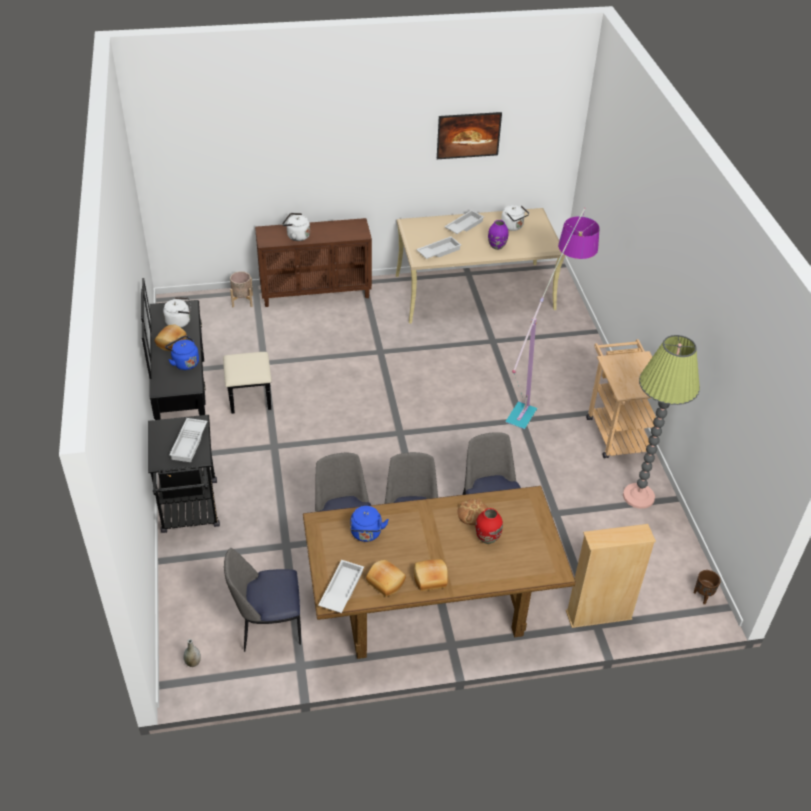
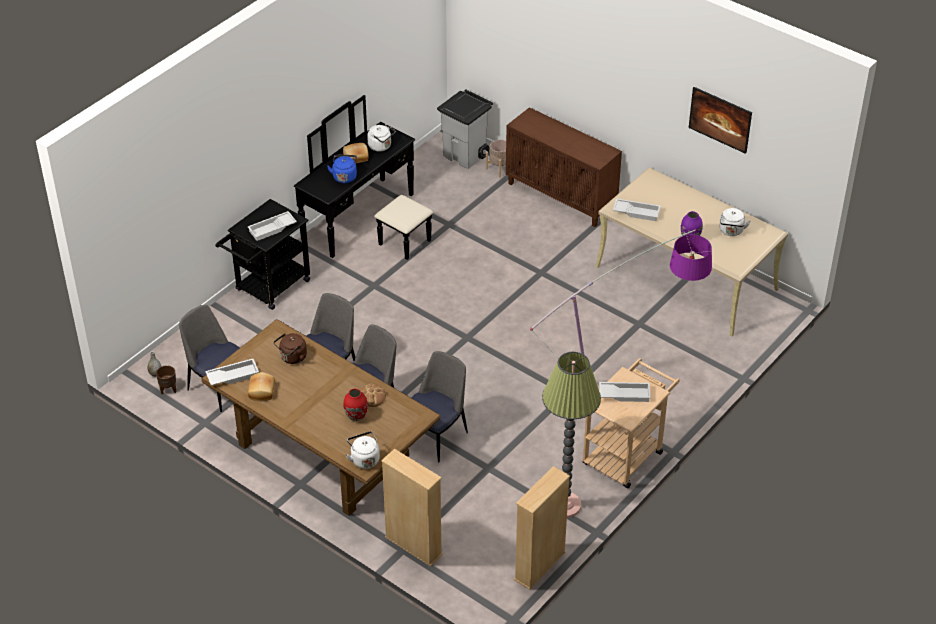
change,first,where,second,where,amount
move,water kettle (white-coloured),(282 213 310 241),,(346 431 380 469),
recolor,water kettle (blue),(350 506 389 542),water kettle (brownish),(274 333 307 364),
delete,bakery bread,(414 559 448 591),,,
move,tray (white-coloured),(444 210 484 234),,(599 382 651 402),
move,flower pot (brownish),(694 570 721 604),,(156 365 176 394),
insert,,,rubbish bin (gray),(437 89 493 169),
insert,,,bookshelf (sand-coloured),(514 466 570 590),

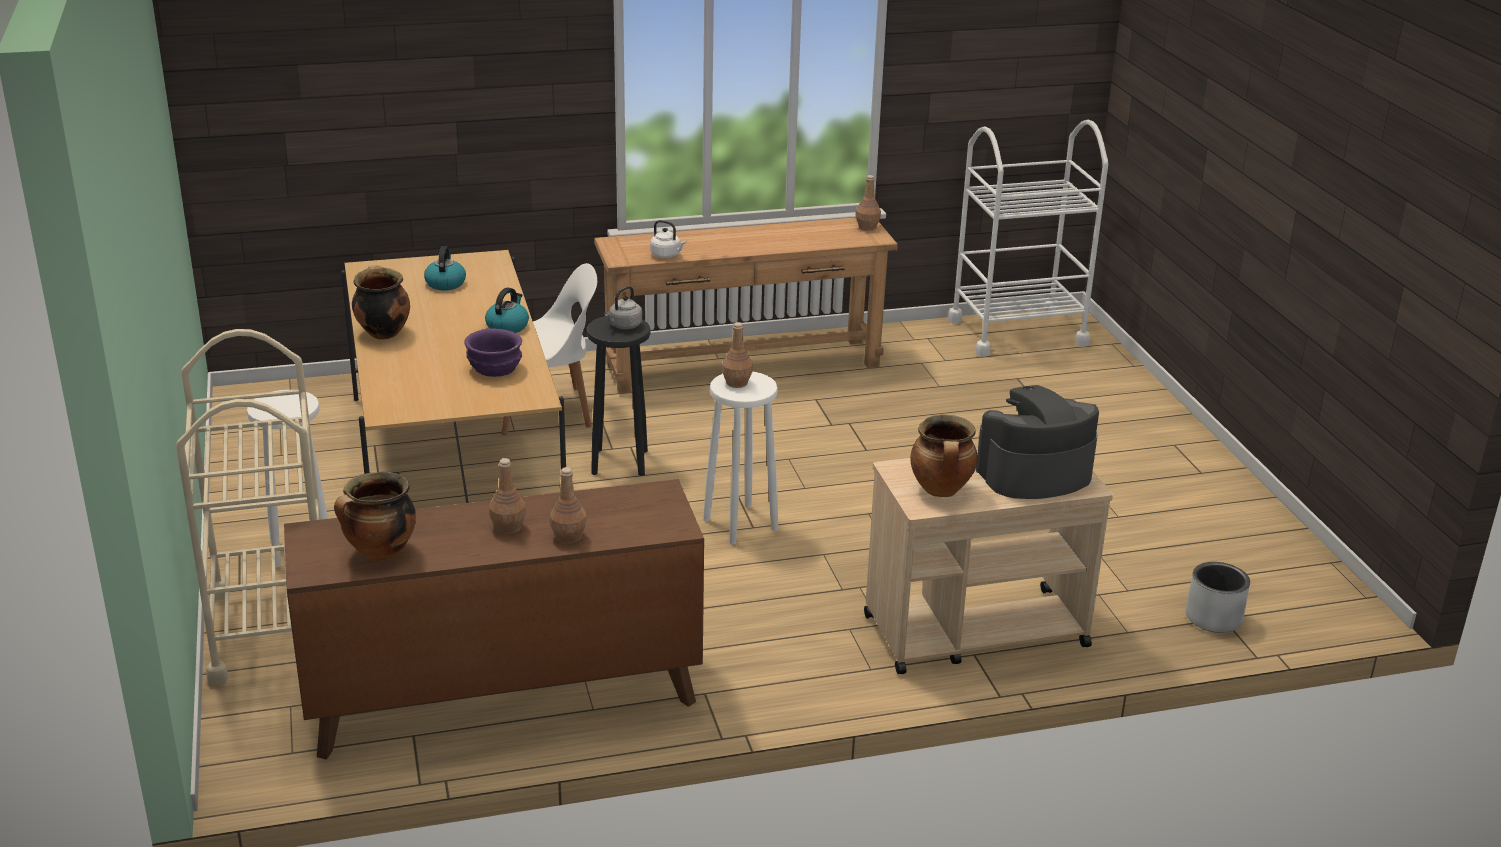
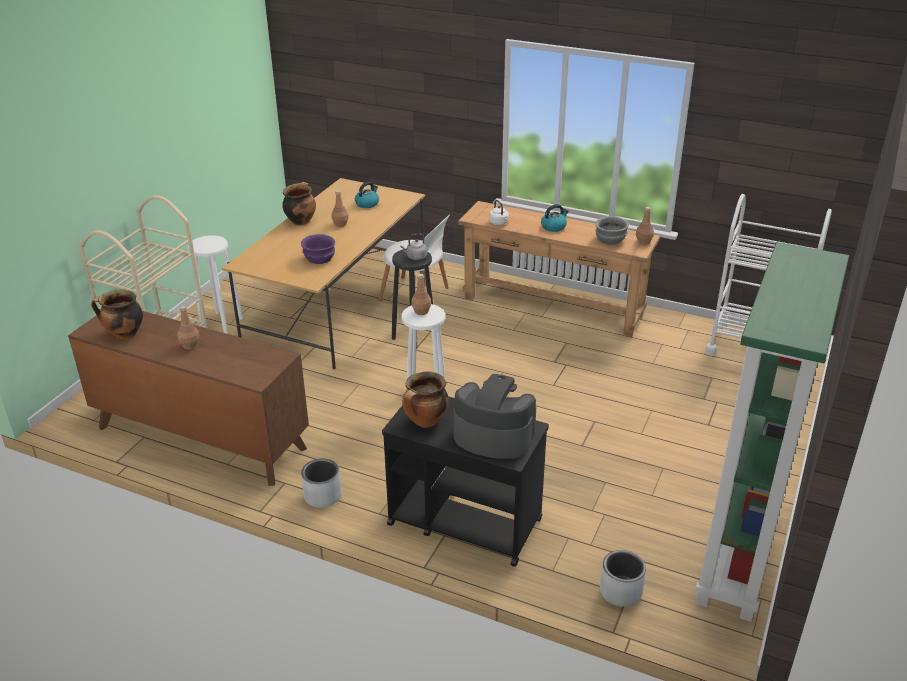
change,first,where,second,where,amount
move,water kettle,(485 287 529 333),,(541 204 569 232),
move,drink bottle (brownish),(550 467 587 544),,(331 190 349 227),
recolor,wheeled cart (sand-coloured),(864 450 1113 674),wheeled cart (blackish),(382 396 549 567),
insert,,,flower pot (gray),(301 459 342 508),
insert,,,bowl (gray),(595 216 629 245),
insert,,,bookshelf (greenish),(695 242 849 622),

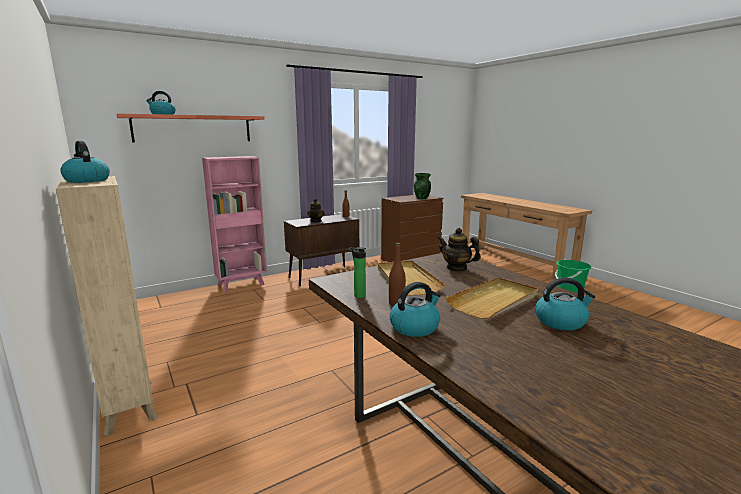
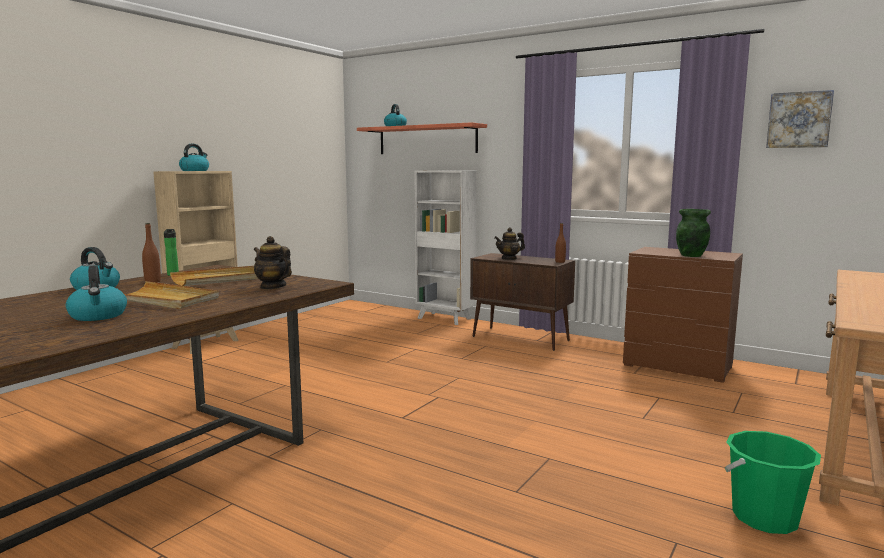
change,first,where,second,where,amount
recolor,bookshelf (pink),(202 156 267 293),bookshelf (white-coloured),(415 170 476 325),
rotate,tea pot,(437 228 481 272),,(254 236 292 289),60 degrees counterclockwise
insert,,,wall art,(766 90 834 148),

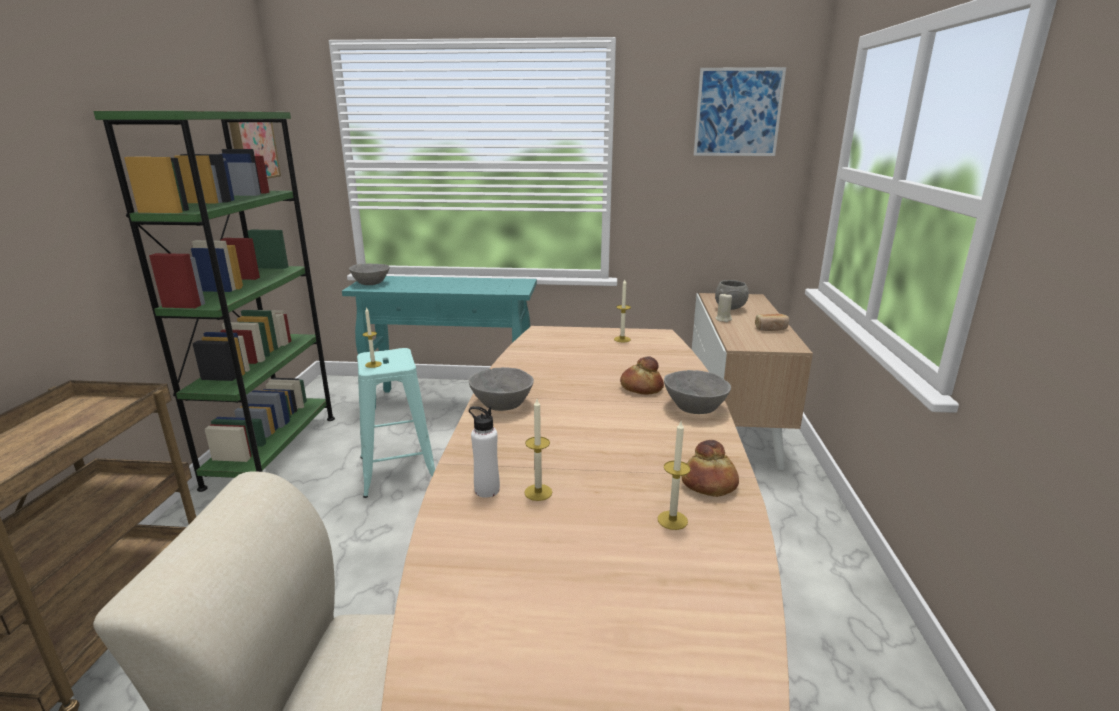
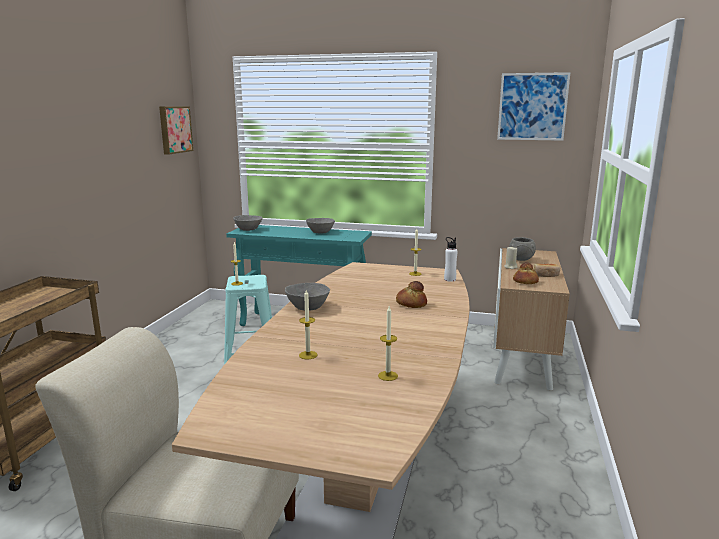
change,first,where,second,where,amount
delete,bookshelf (greenish),(93 111 335 492),,,
move,drink bottle (white-coloured),(469 406 500 498),,(444 237 458 282),
move,bowl (gray),(664 370 731 414),,(306 218 335 233),
move,bakery bread,(681 440 739 497),,(513 262 539 284),

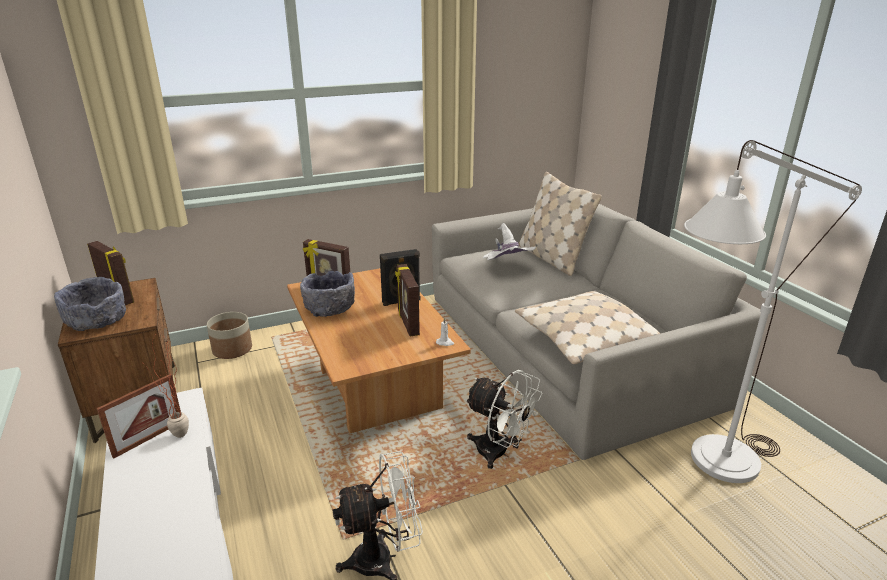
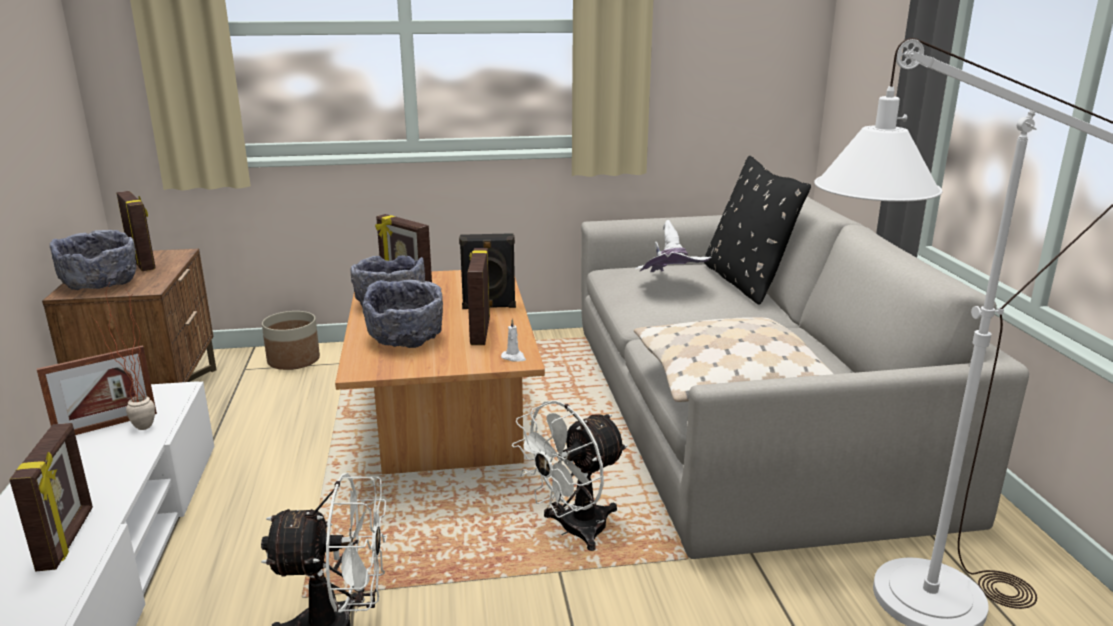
change,first,where,second,where,amount
rotate,fan (white-coloured),(465 370 543 469),,(512 400 628 551),90 degrees clockwise
recolor,pillow (sand-coloured),(519 172 602 276),pillow (blackish),(704 156 811 305),
insert,,,standing frame,(9 423 93 572),
insert,,,bowl (gray),(362 280 443 348),

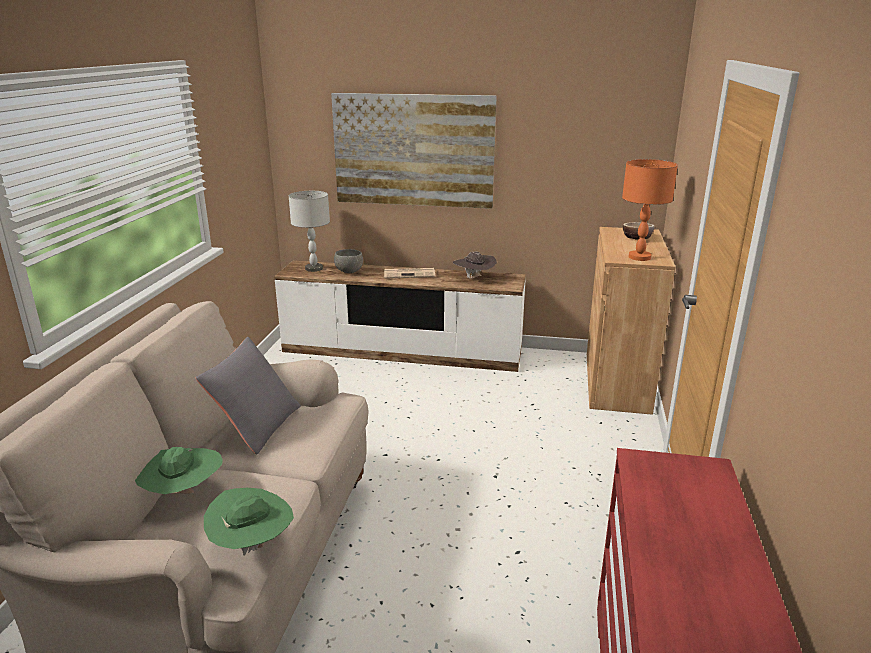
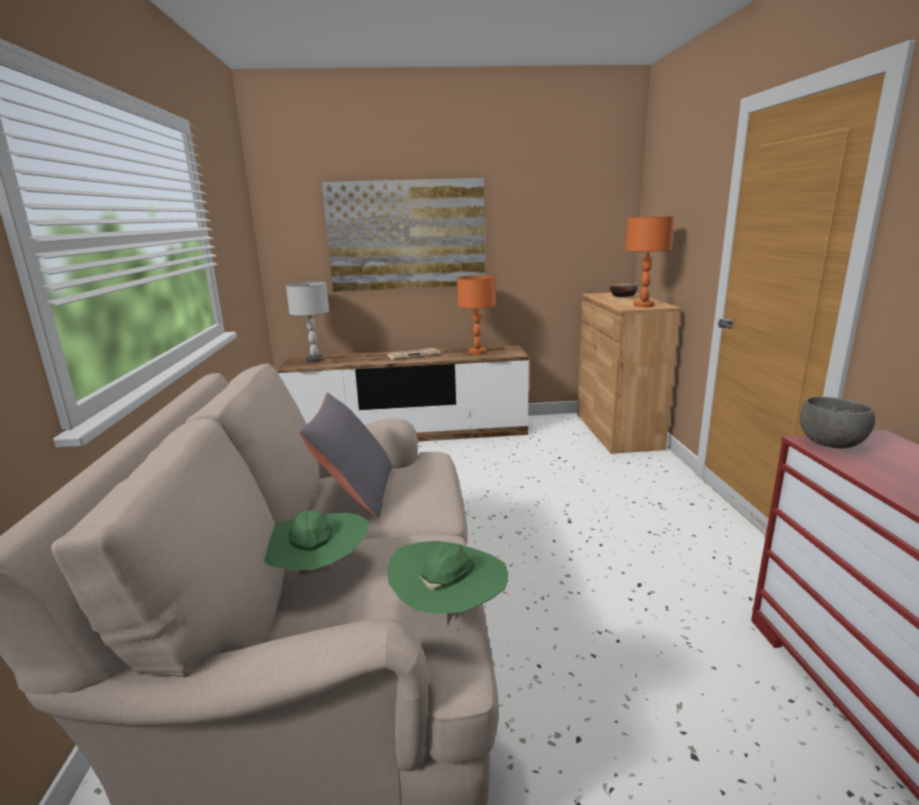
change,first,where,second,where,amount
move,bowl (gray),(334 249 363 273),,(800 397 875 448),
replace,clothing hat (brownish),(453 251 497 279),tabletop lamp (orangey),(457 275 496 355),

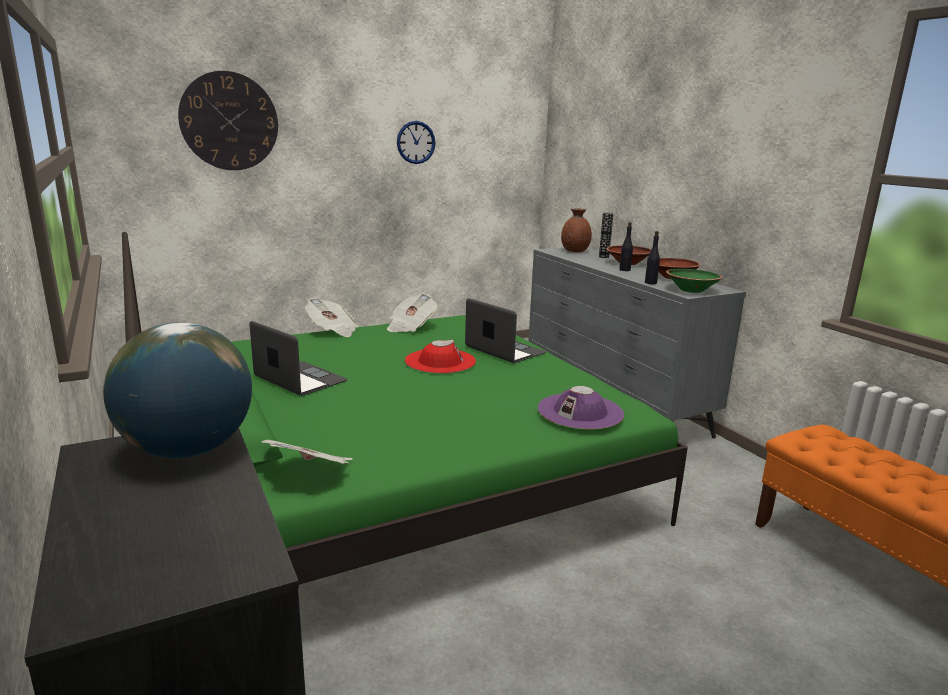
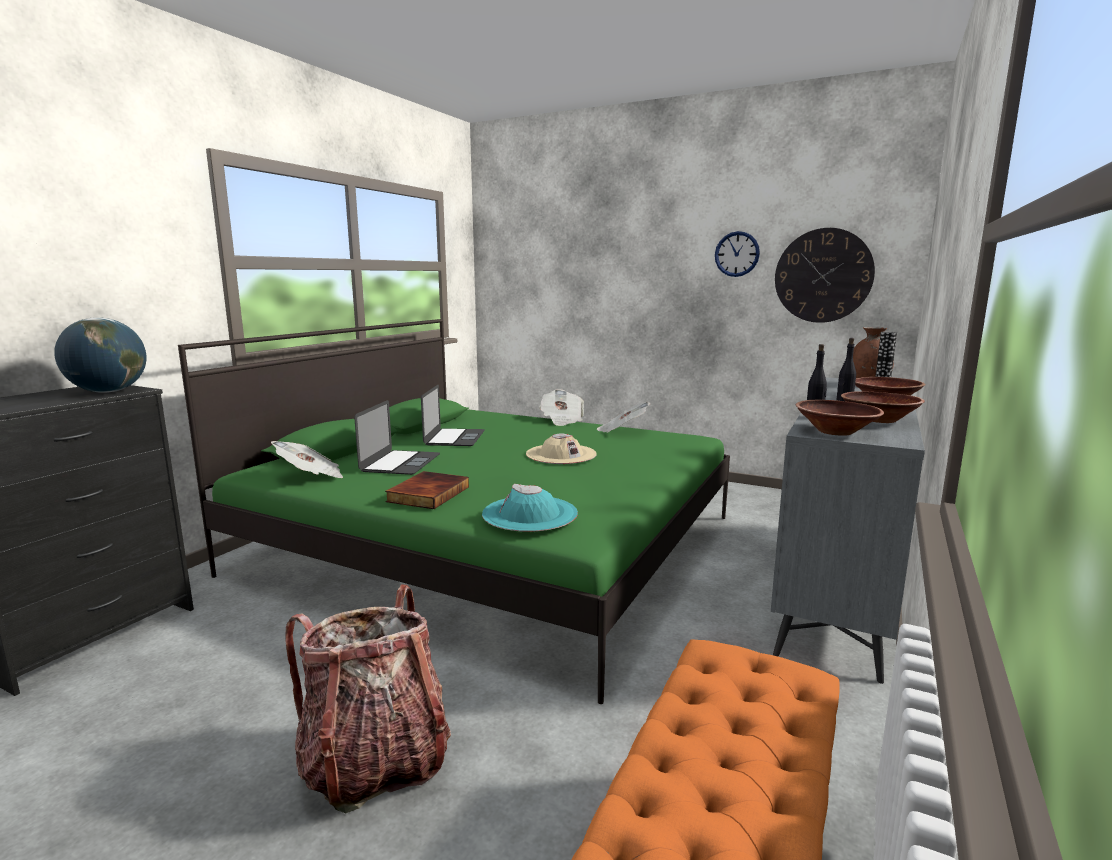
change,first,where,second,where,amount
move,clock on the wall,(178 71 278 170),,(775 228 875 323),
recolor,clothing hat (red),(405 340 476 373),clothing hat (sand-coloured),(526 433 597 464),
move,portable computer,(465 298 546 363),,(354 400 440 475),
recolor,clothing hat (purple),(538 386 624 429),clothing hat (blue-green),(482 484 578 532),
recolor,bowl (greenish),(666 269 723 293),bowl (brownish),(796 400 884 436),
insert,,,knapsack,(286 584 451 813),
insert,,,volume,(385 471 469 509),

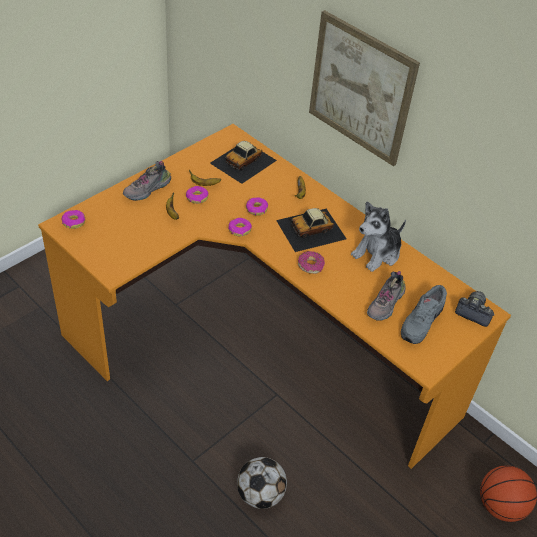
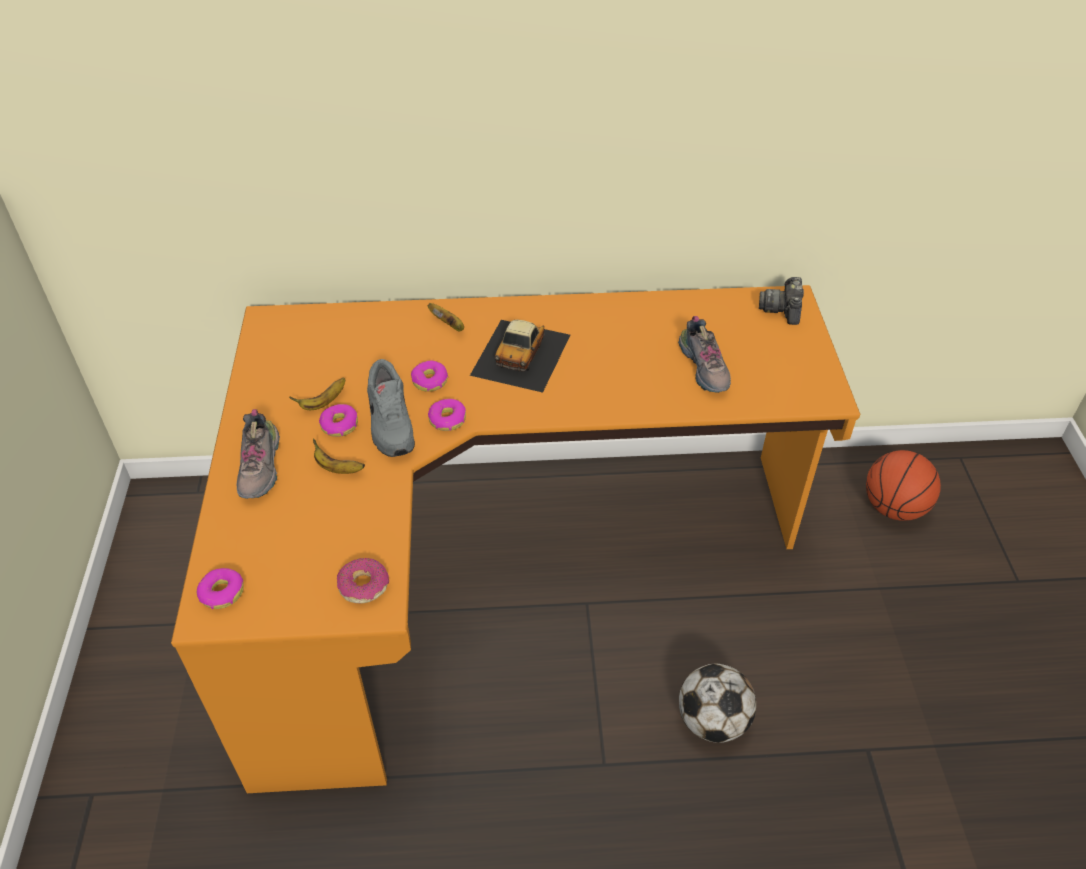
change,first,where,second,where,amount
delete,toy car,(210 141 277 184),,,
move,doughnut,(298 251 325 274),,(337 558 389 604),
delete,wall art,(309 10 420 166),,,
delete,soft toy,(351 201 406 272),,,
move,low shoe (gray),(401 285 447 344),,(367 359 415 457),
rotate,photo camera,(455 291 495 327),,(759 277 804 325),60 degrees counterclockwise

